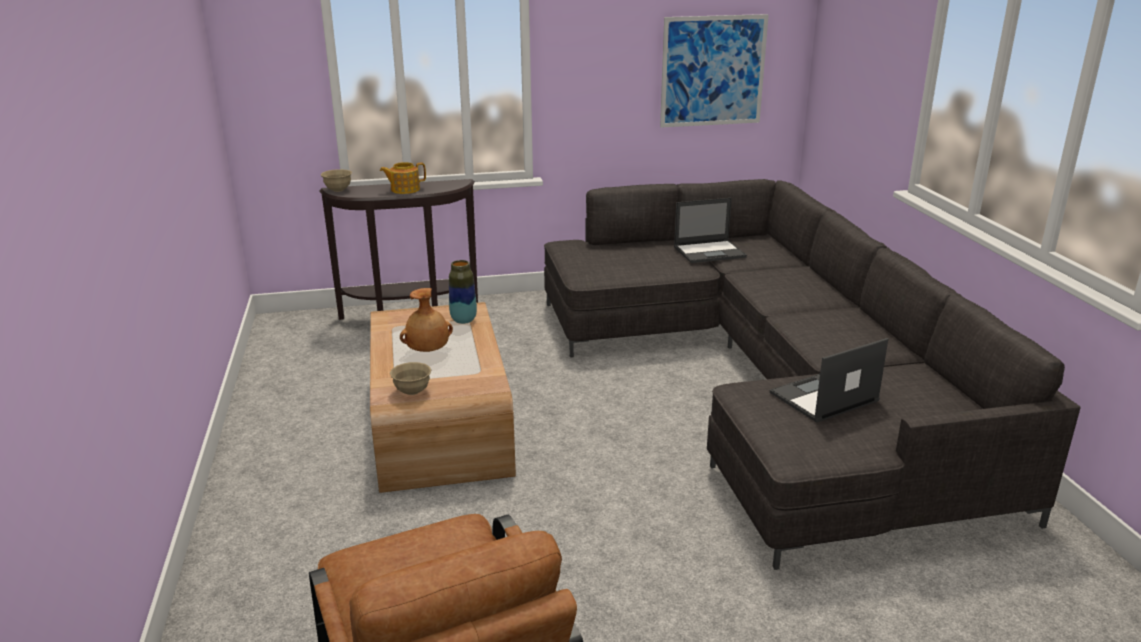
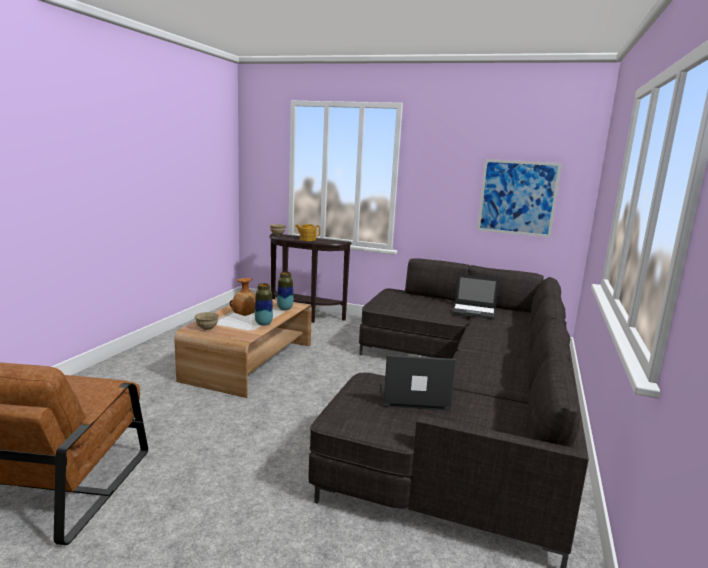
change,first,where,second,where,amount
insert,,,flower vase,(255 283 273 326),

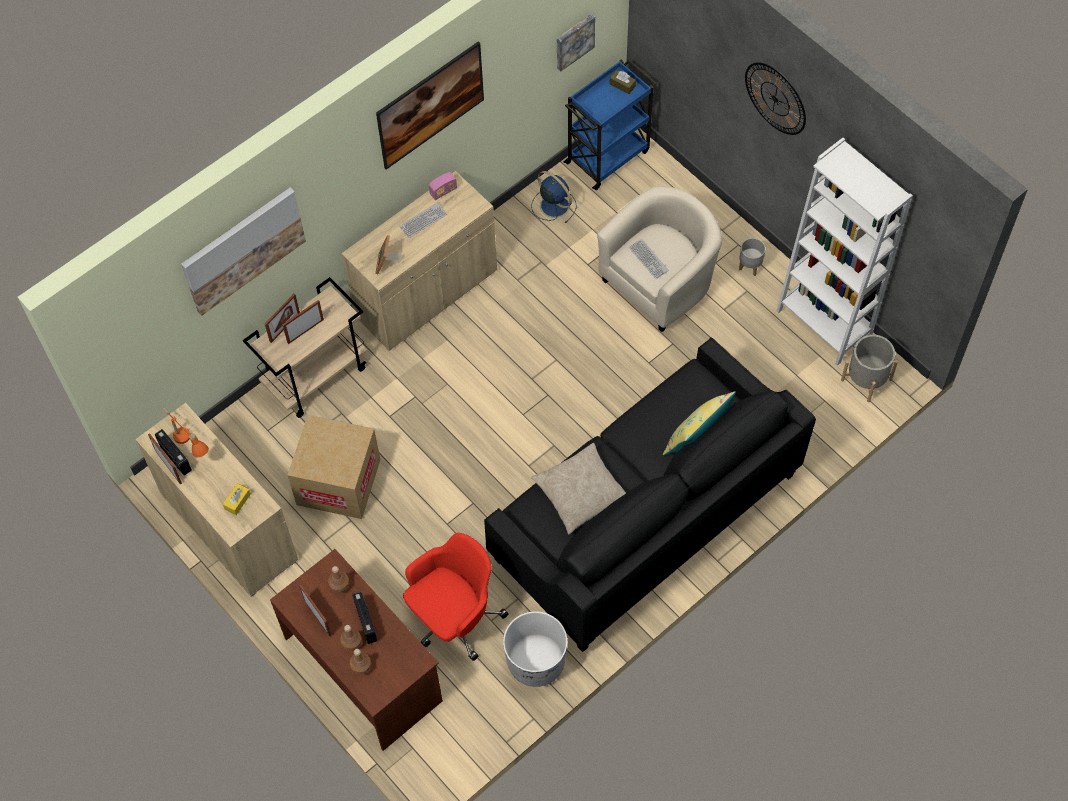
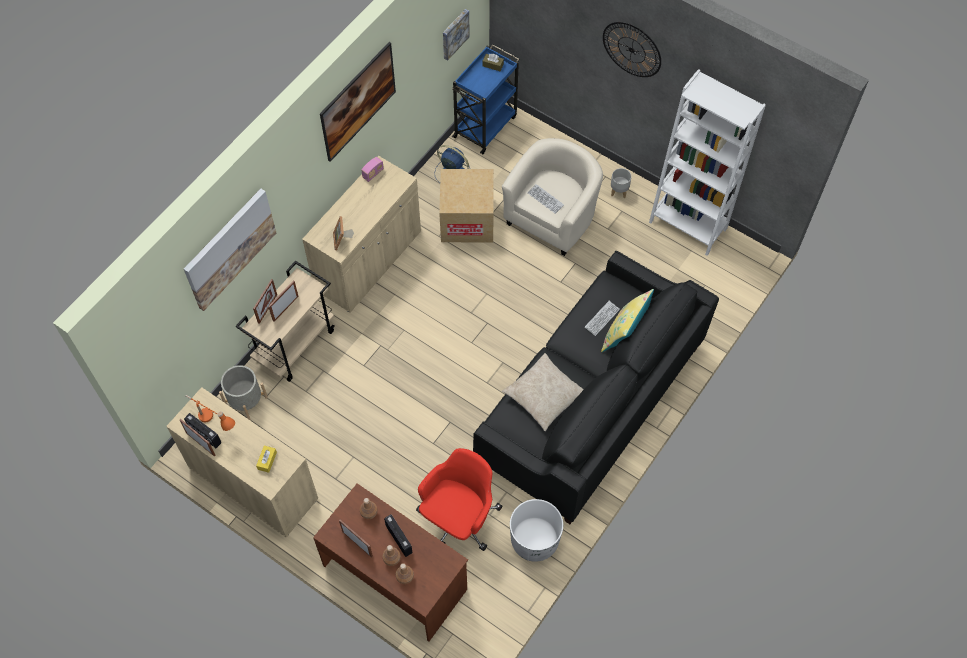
change,first,where,second,where,amount
move,packing box,(287 415 381 519),,(439 169 494 243),
move,computer keyboard,(399 202 447 238),,(585 301 620 336),
move,flower pot (gray),(841 335 898 402),,(219 365 268 420),

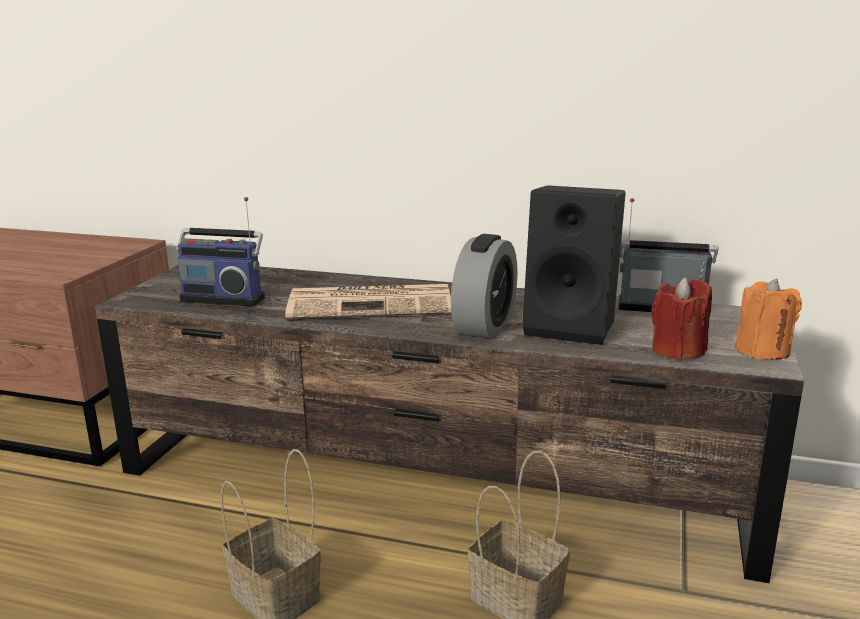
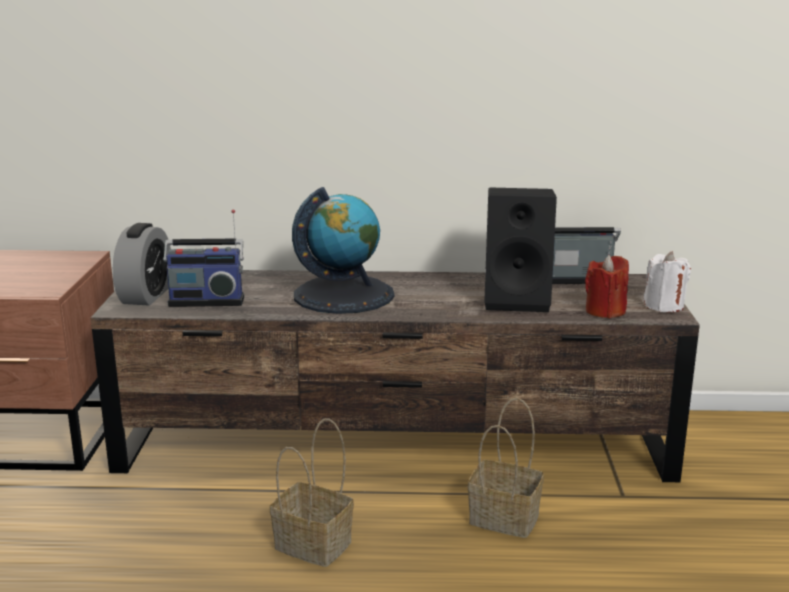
change,first,where,second,where,amount
replace,newspaper,(285 284 451 319),world globe,(292 187 395 314),
move,alarm clock,(451 234 517 338),,(113 223 171 306),
recolor,wax light (orangey),(735 279 802 360),wax light (white-coloured),(643 251 691 312),

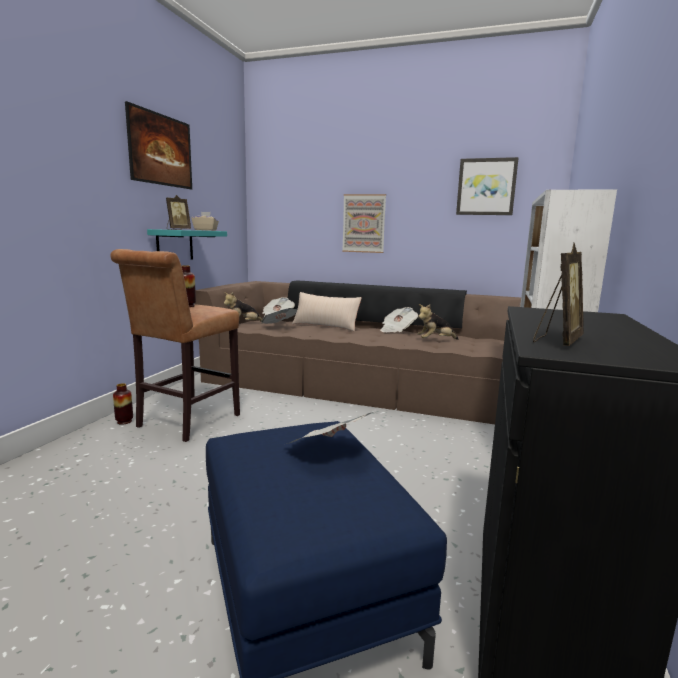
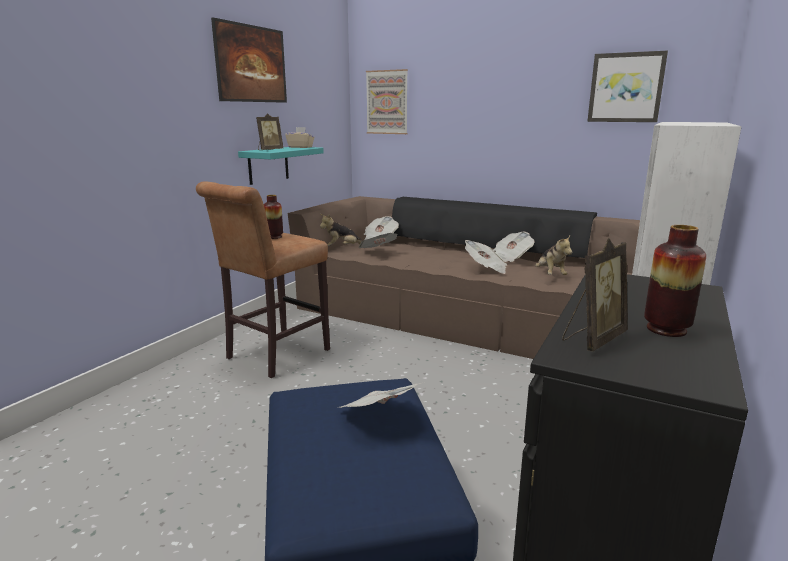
change,first,where,second,where,amount
move,flower vase,(113 383 133 425),,(644 225 706 337),
delete,pillow (sand-coloured),(292 292 362 331),,,
move,wall art,(342 194 386 253),,(366 69 408 134),
rotate,soft toy,(417 304 458 340),,(535 236 572 275),90 degrees counterclockwise
insert,,,newspaper,(465 240 507 274),

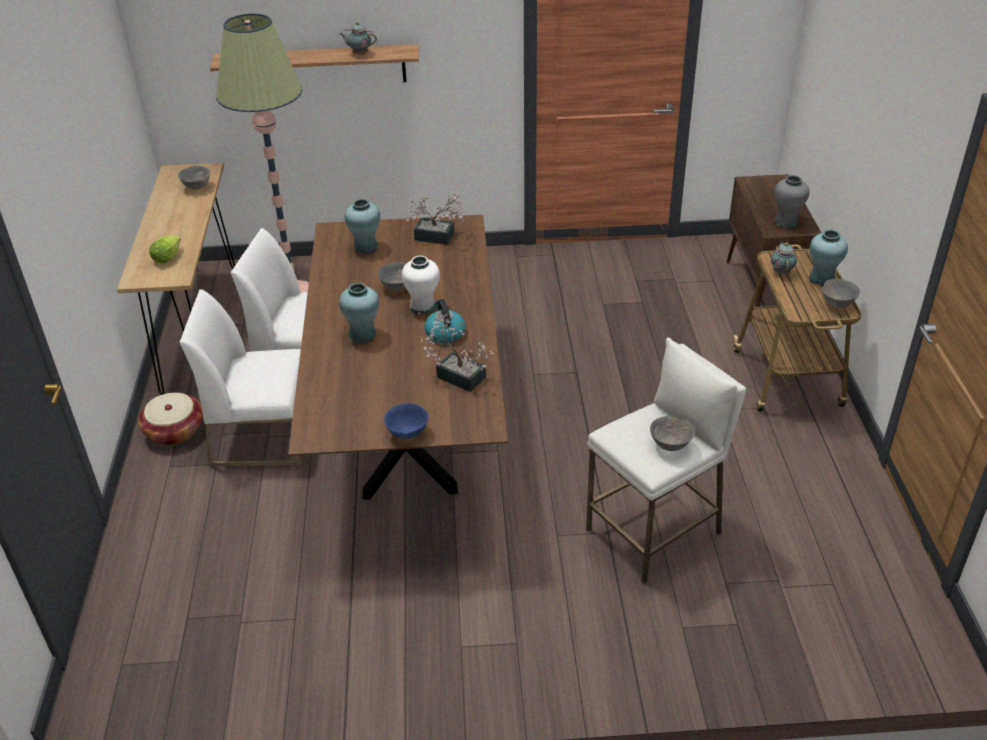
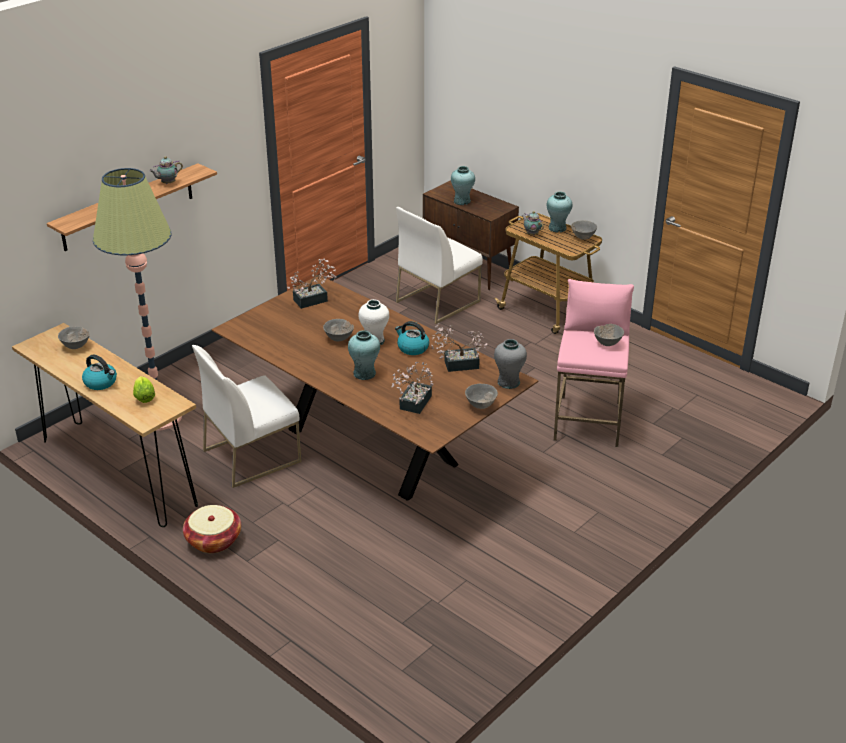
change,first,where,second,where,amount
move,chair (white-coloured),(180 289 301 466),,(396 207 483 324),
move,flower vase (blue-green),(345 199 380 254),,(451 166 475 205),
recolor,bowl (blue),(384 403 429 439),bowl (gray),(465 384 498 409),
recolor,stool (white-coloured),(586 338 746 584),stool (pink),(554 279 634 447),
move,flower vase (gray),(774 175 809 228),,(494 339 527 389),
insert,,,water kettle,(82 354 117 390),
insert,,,potted plant,(392 362 433 414),

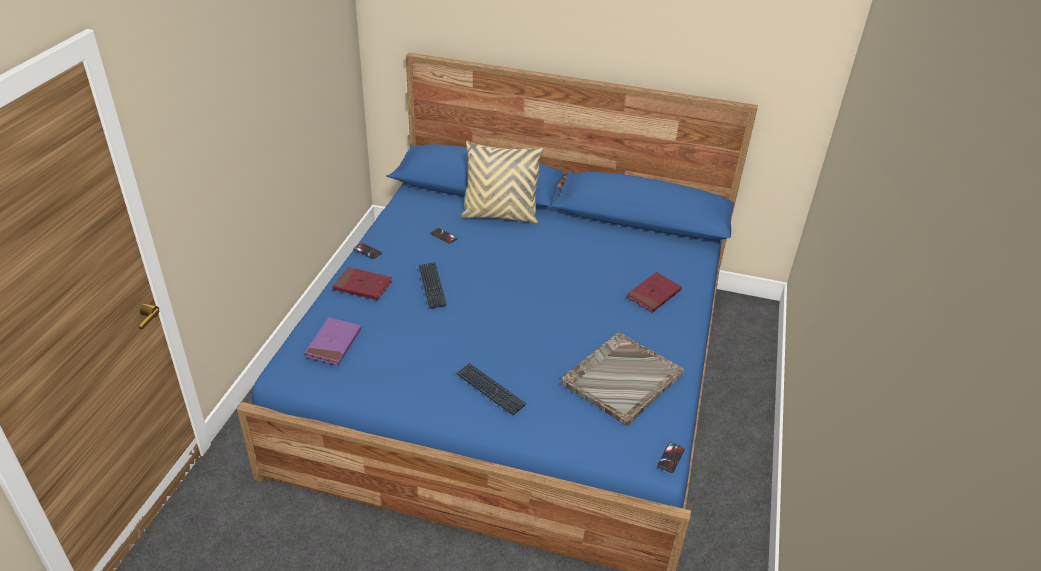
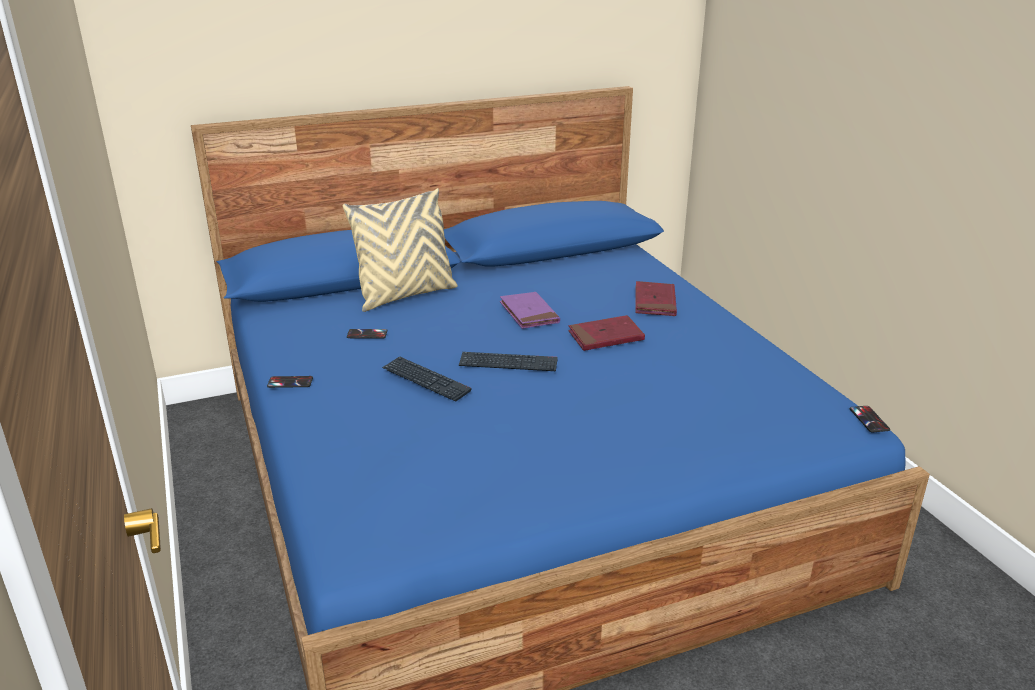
change,first,where,second,where,amount
move,volume (purple),(305 318 361 365),,(500 292 560 329),
move,volume (red),(333 267 392 300),,(568 315 645 351),
move,computer keyboard,(456 363 526 415),,(459 352 558 371),
delete,tray (gray),(561 332 684 426),,,

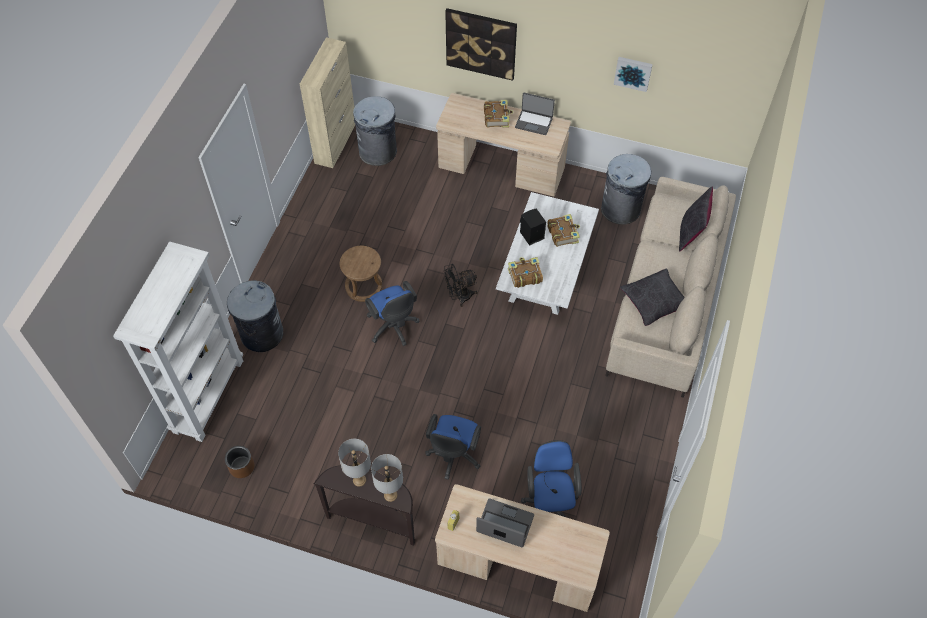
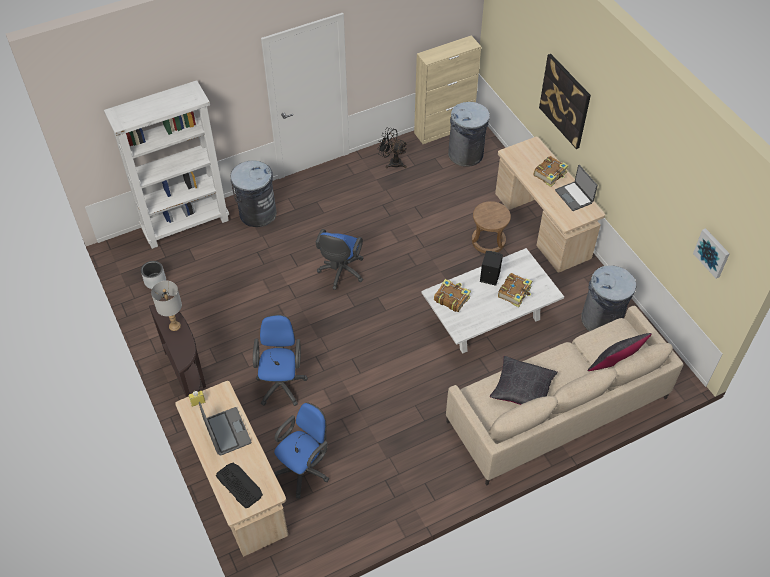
change,first,where,second,where,amount
recolor,flower pot (brownish),(225 446 255 478),flower pot (gray),(141 261 166 289),
move,stool (brownish),(340 246 382 302),,(472 201 511 253),
delete,tabletop lamp (gray),(371 454 403 502),,,
rotate,computer chair (blue),(426 414 481 480),,(253 315 308 406),120 degrees clockwise
move,fan (blackish),(444 264 478 307),,(377 128 407 168),
move,wall art,(614 57 653 92),,(693 228 730 278),
insert,,,computer keyboard,(216 463 263 508),

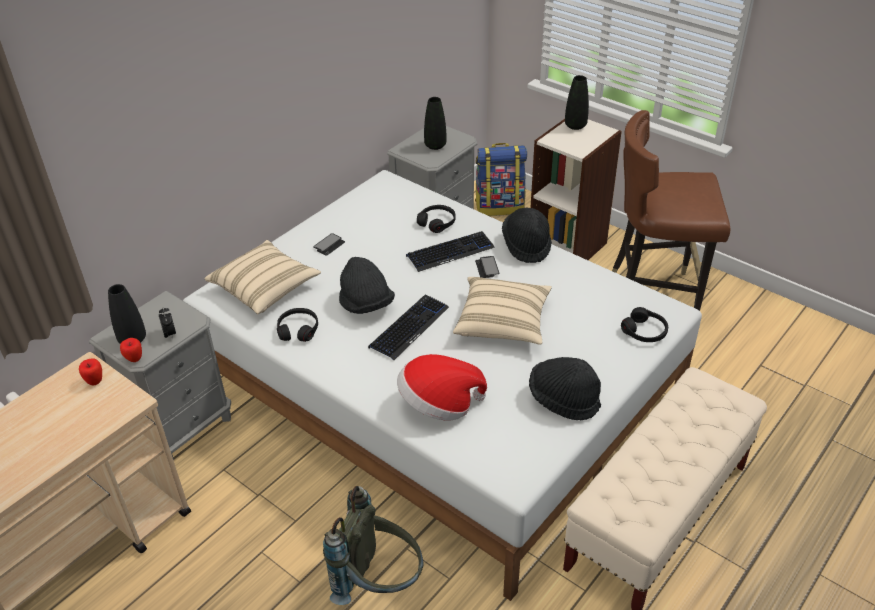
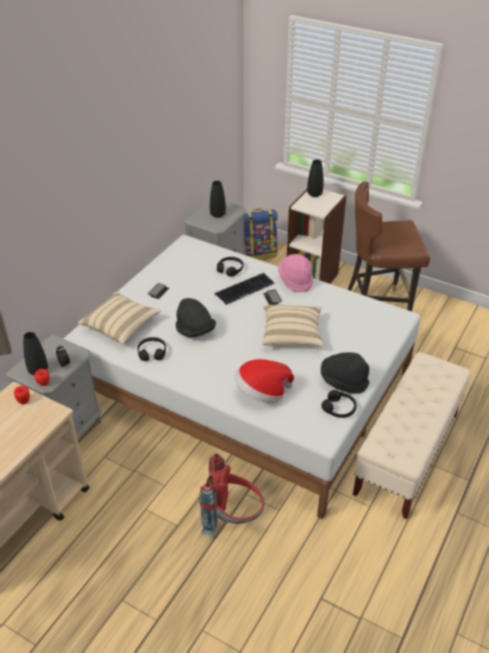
change,first,where,second,where,amount
recolor,knapsack (gray),(323 486 424 605),knapsack (red),(199 453 265 536),
delete,computer keyboard,(368 294 449 360),,,
recolor,clothing hat (blackish),(502 208 552 263),clothing hat (pink),(278 254 313 292),
move,headset (blackish),(621 307 668 342),,(321 390 357 418),

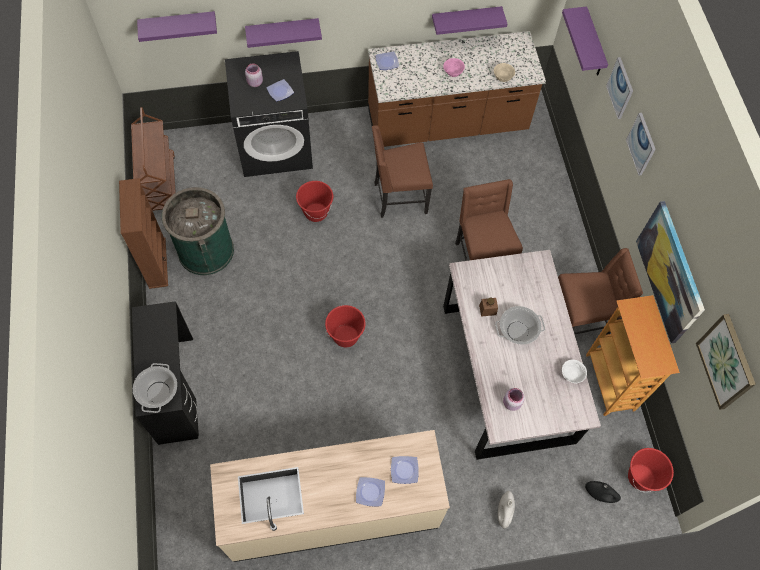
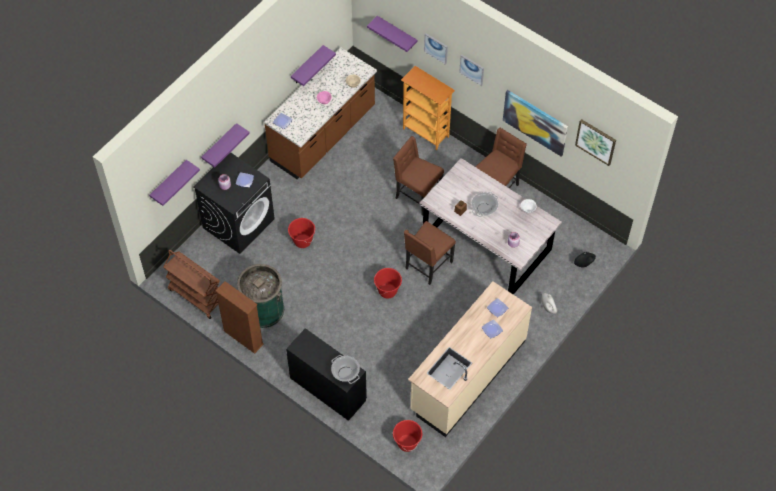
change,first,where,second,where,amount
move,chair (brownish),(372 125 433 218),,(404 221 456 285),
move,bookshelf,(586 295 680 416),,(401 66 455 151),
move,bucket (red),(628 448 674 492),,(393 420 422 452),

